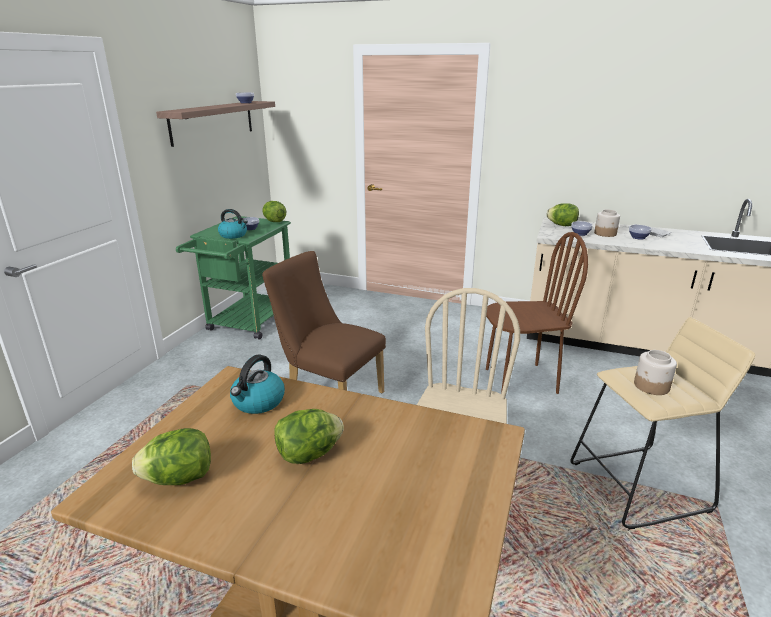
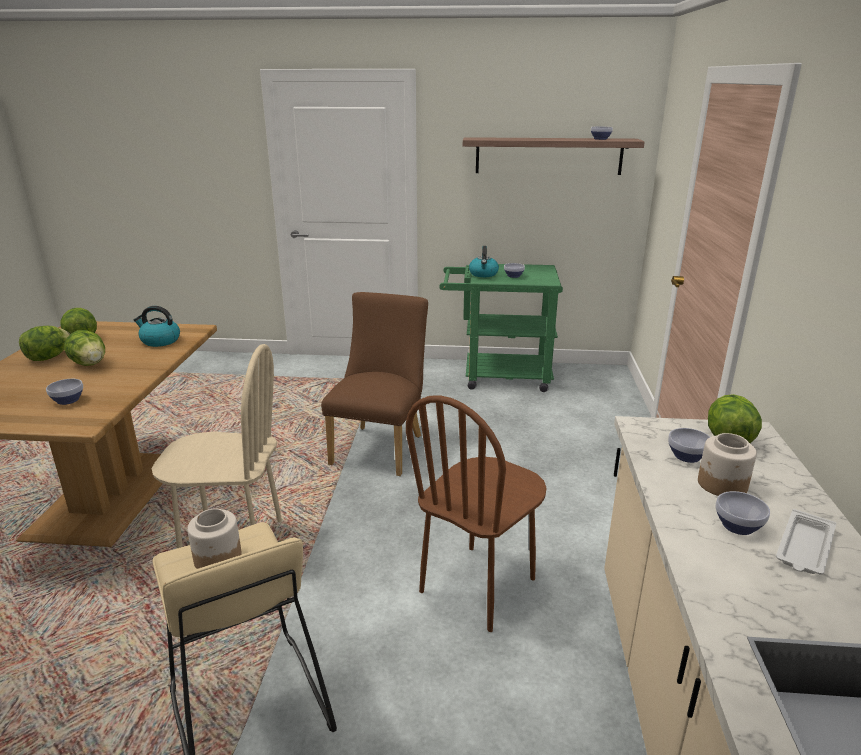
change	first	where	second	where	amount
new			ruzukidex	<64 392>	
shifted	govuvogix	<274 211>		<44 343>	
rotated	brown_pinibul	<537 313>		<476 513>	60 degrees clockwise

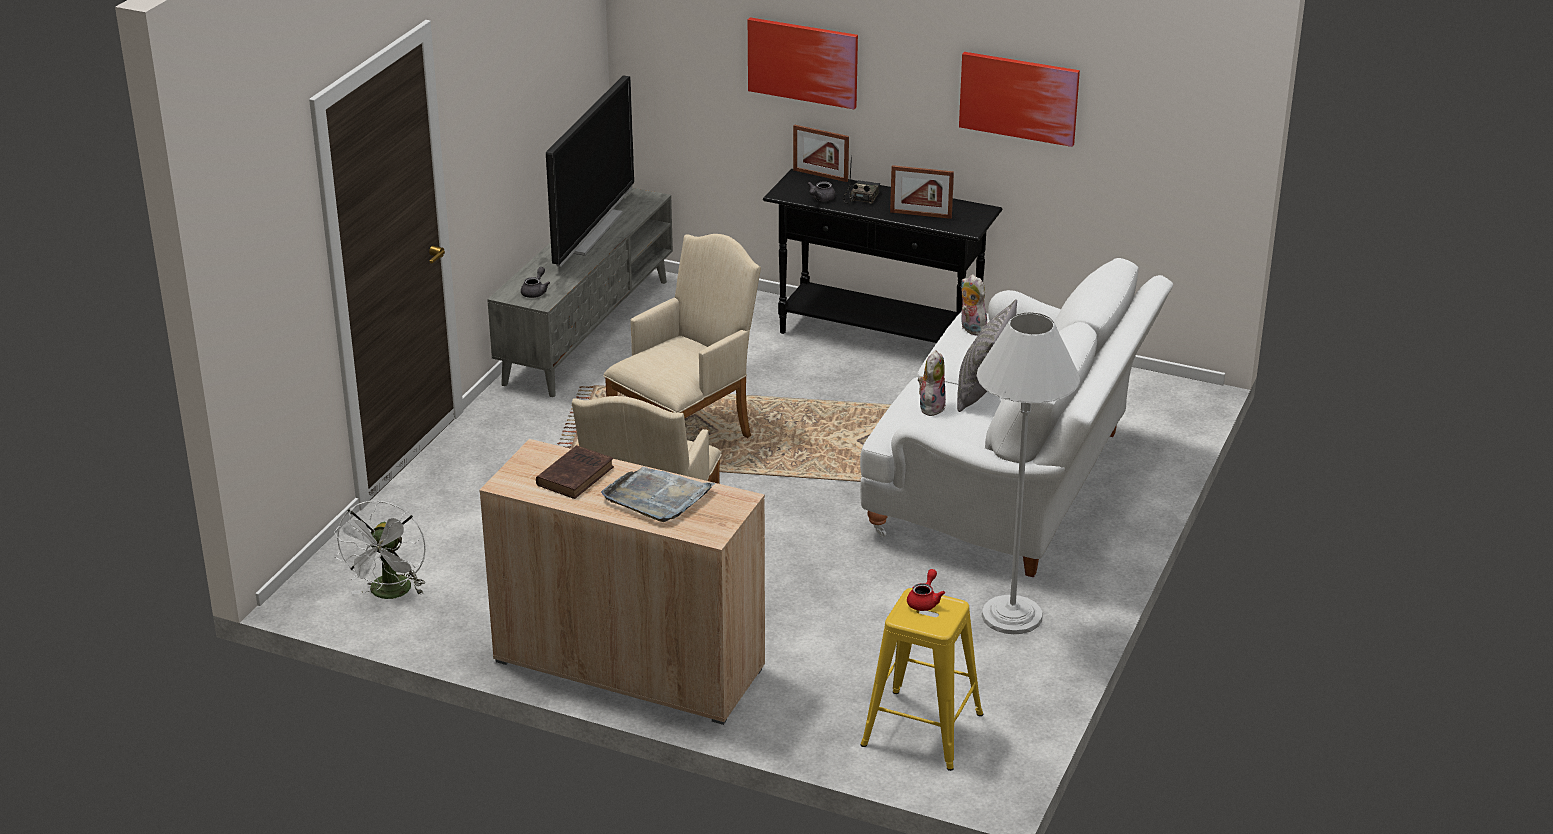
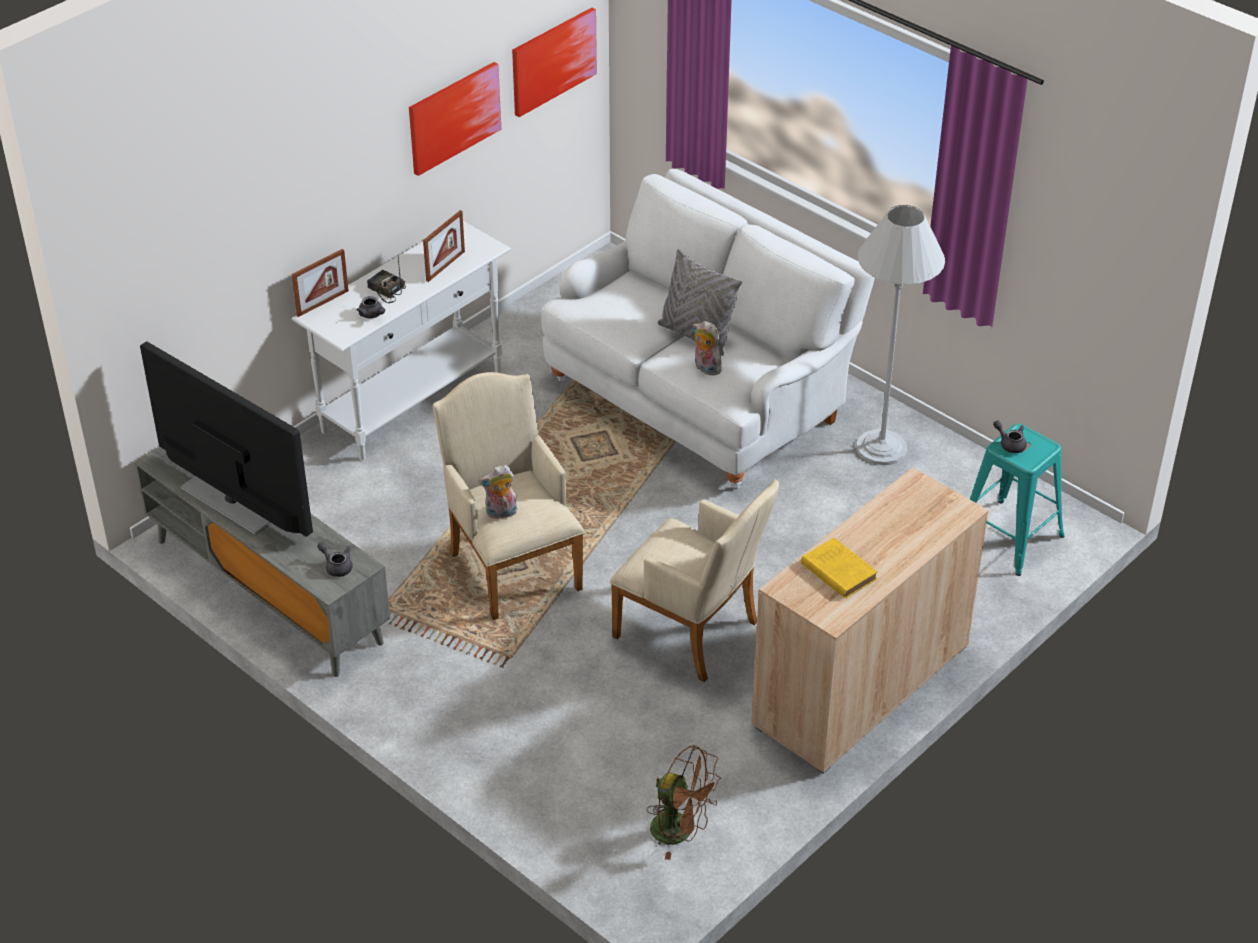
change	first	where	second	where	amount
gone	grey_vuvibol	<658 494>			
shifted	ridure	<803 63>		<554 62>	
shifted	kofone	<974 305>		<498 492>	
repainted	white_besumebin	<380 549>	brown_besumebin	<683 802>	
repainted	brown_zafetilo	<575 472>	yellow_zafetilo	<839 568>	
repainted	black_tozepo	<882 256>	white_tozepo	<401 340>	
repainted	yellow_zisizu	<921 679>	turquoise_zisizu	<1017 500>	
repainted	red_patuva	<926 590>	grey_patuva	<1010 436>	

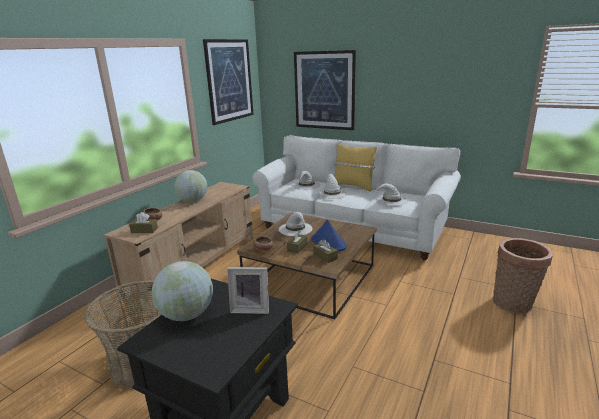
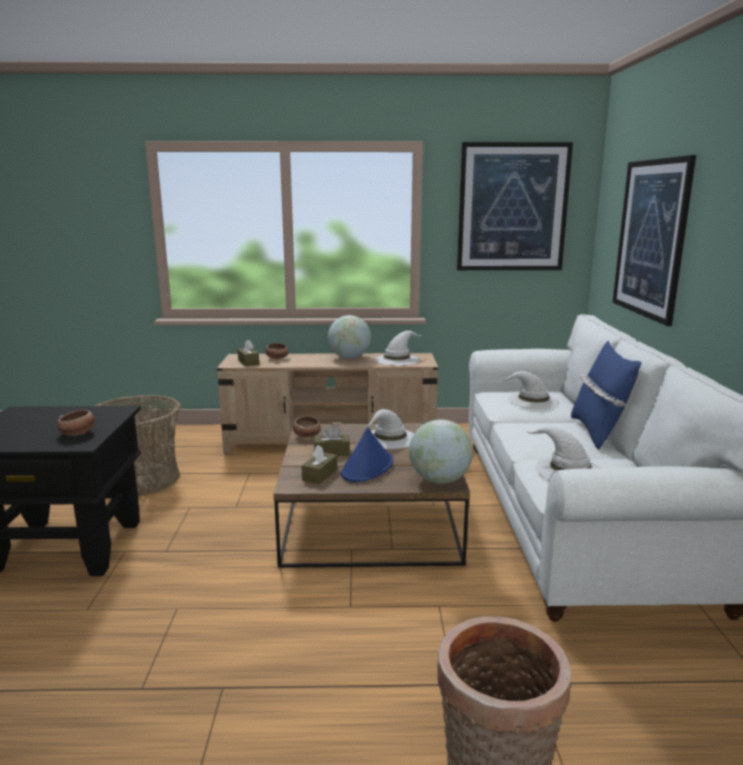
change	first	where	second	where	amount
shifted	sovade	<182 291>		<441 451>	
shifted	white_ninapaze	<332 186>		<397 348>	
swapped	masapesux	<248 290>	ruzukidex	<76 423>	
repainted	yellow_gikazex	<355 167>	blue_gikazex	<606 395>	

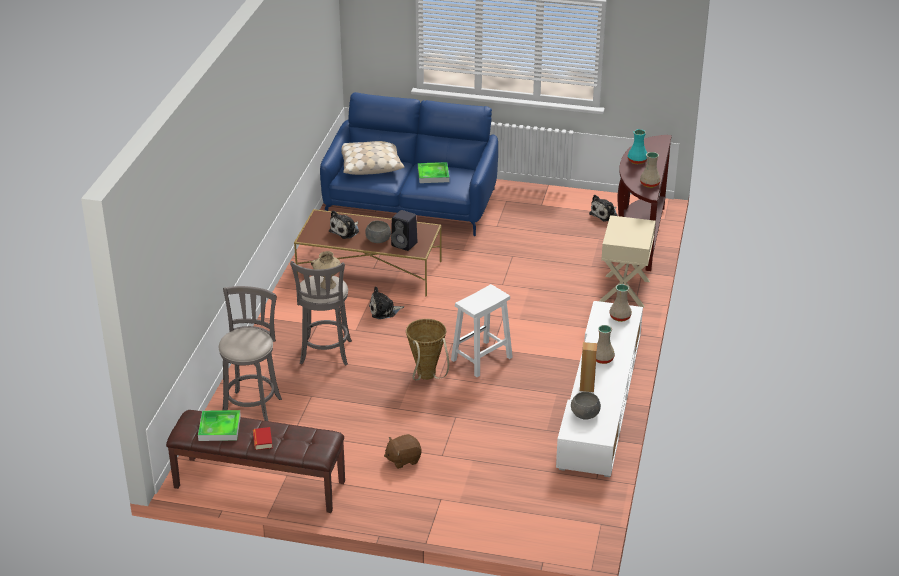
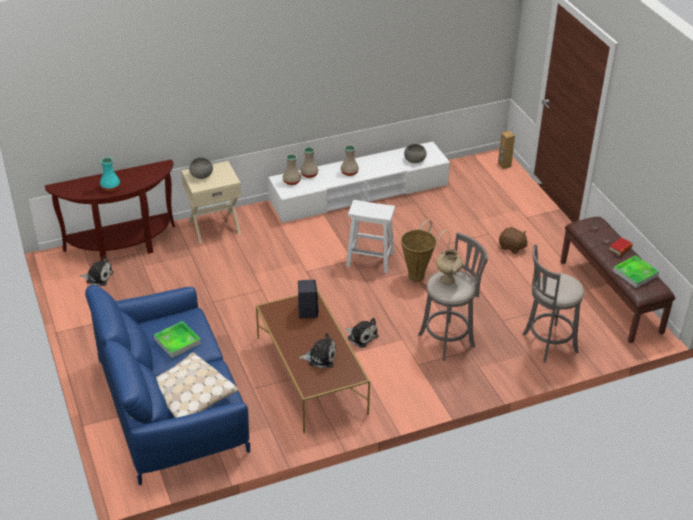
change	first	where	second	where	amount
shifted	grey_ruzukidex	<378 232>		<201 168>	
shifted	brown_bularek	<588 367>		<506 150>	
shifted	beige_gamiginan	<650 170>		<309 162>	

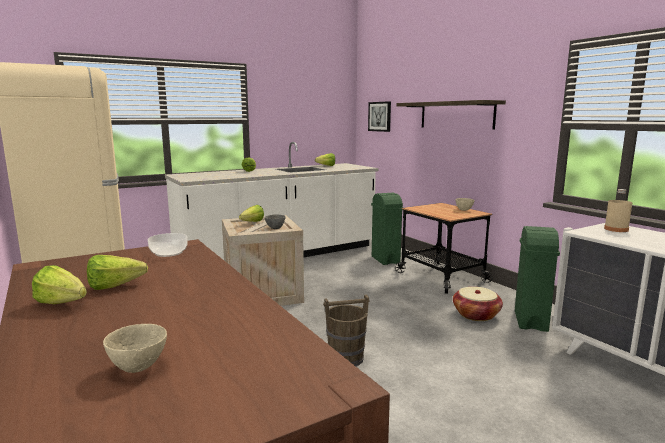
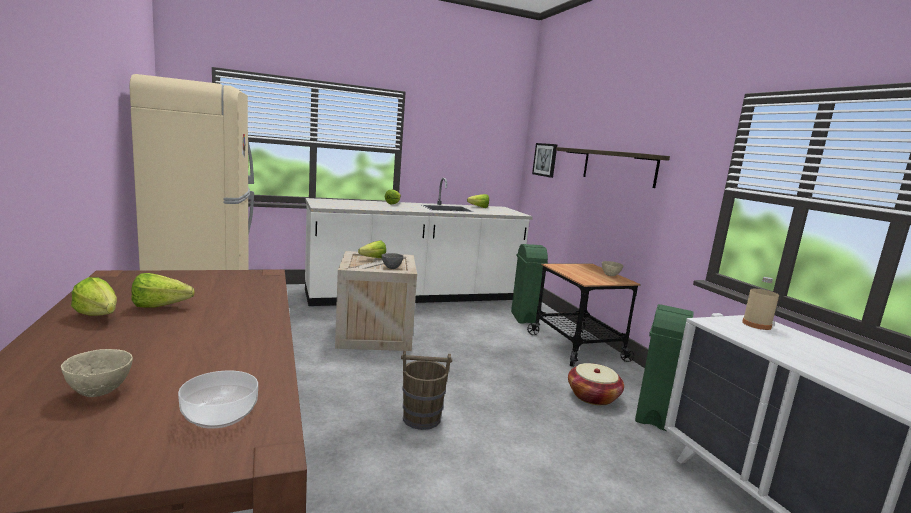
change	first	where	second	where	amount
shifted	ruzukidex	<168 245>		<218 399>	

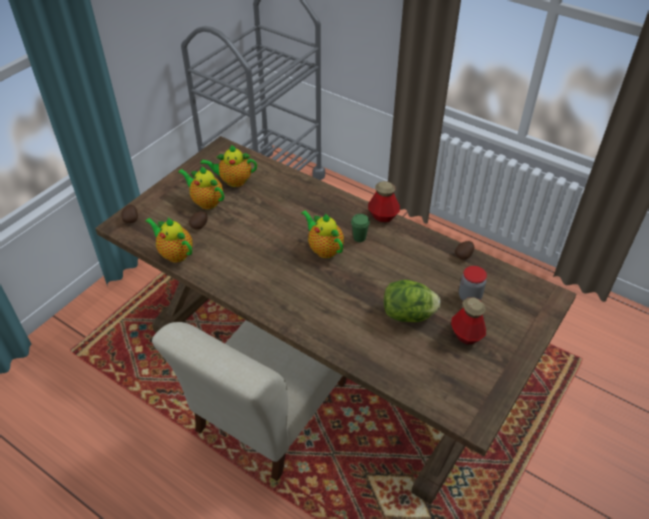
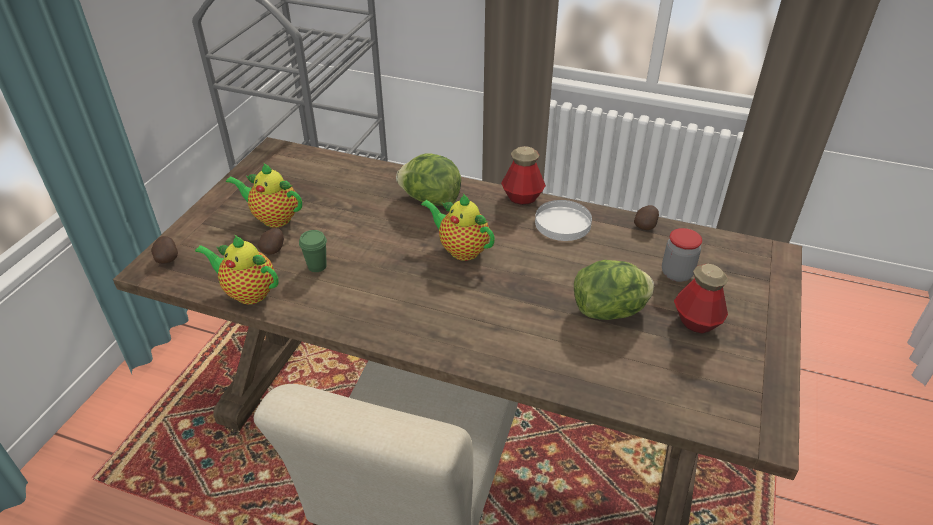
change	first	where	second	where	amount
gone	patuva	<229 166>			
new			govuvogix	<428 179>	
new			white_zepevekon	<563 220>	
shifted	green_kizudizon	<360 228>		<313 251>	

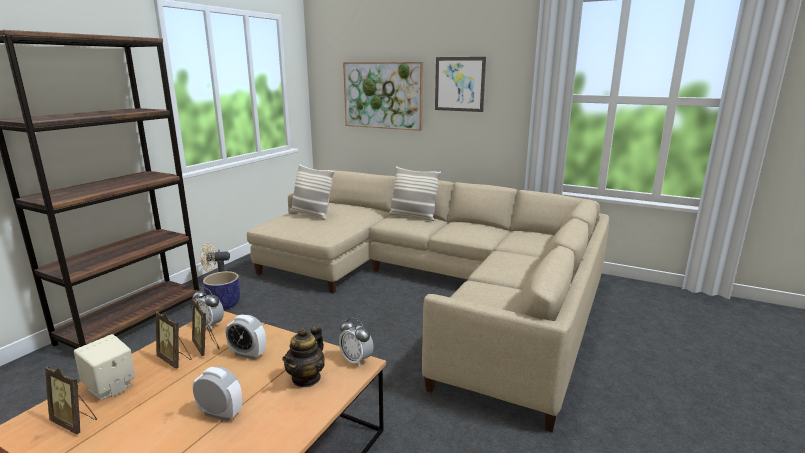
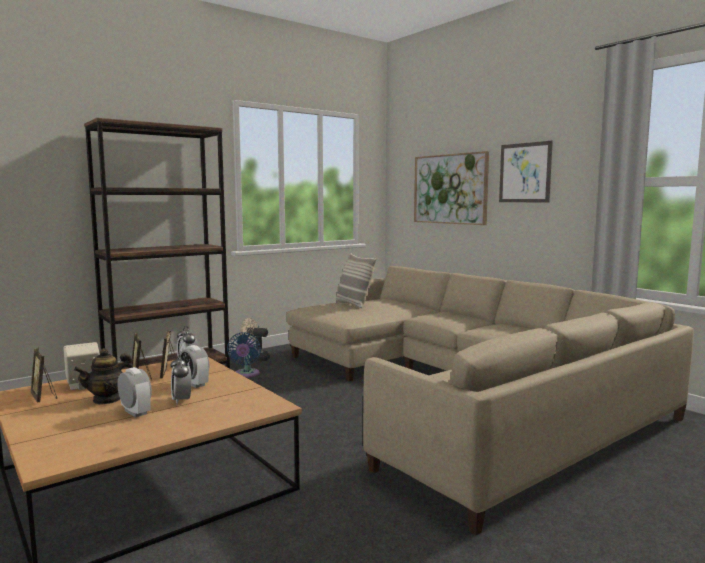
change	first	where	second	where	amount
gone	gikazex	<414 193>			
shifted	patuva	<303 356>		<103 376>	
shifted	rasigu	<356 342>		<181 380>	
swapped	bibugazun	<222 290>	blue_besumebin	<244 355>	

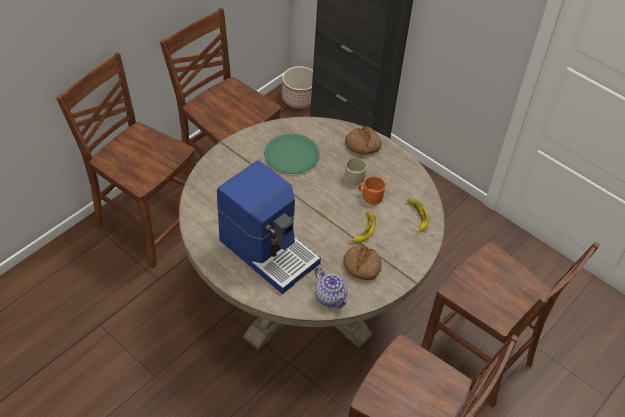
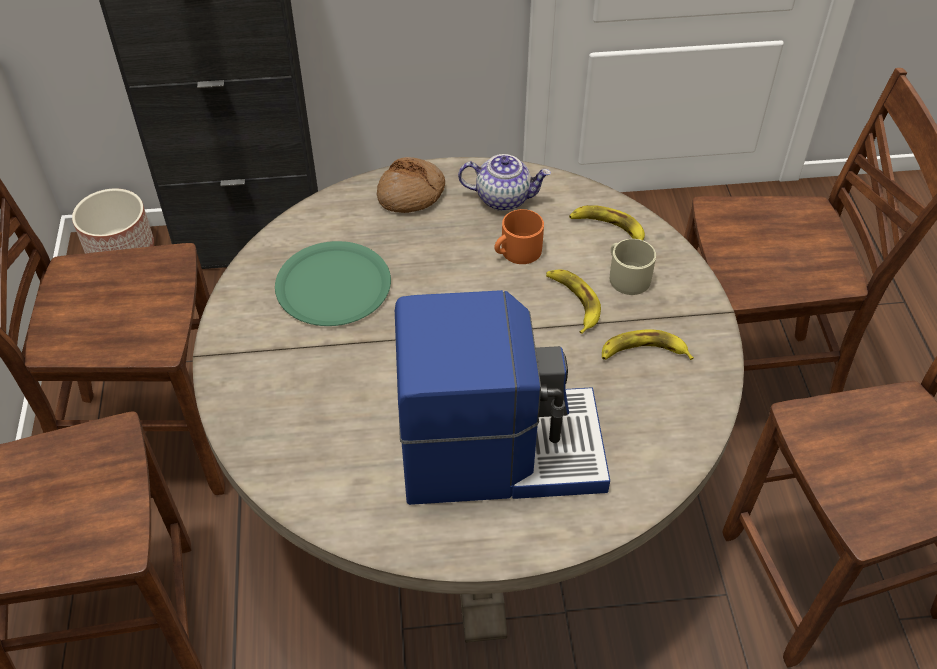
change	first	where	second	where	amount
shifted	patuva	<332 287>		<504 182>	
shifted	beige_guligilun	<356 172>		<633 267>	
swapped	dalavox	<363 262>	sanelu	<648 344>	

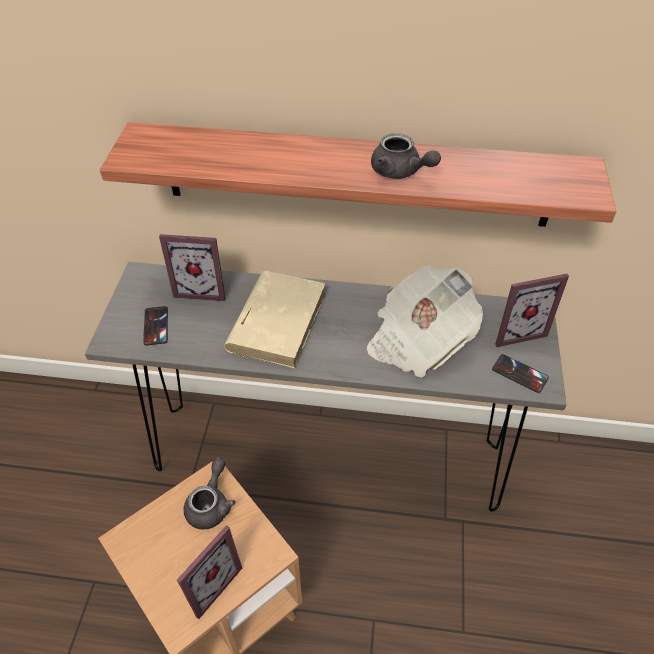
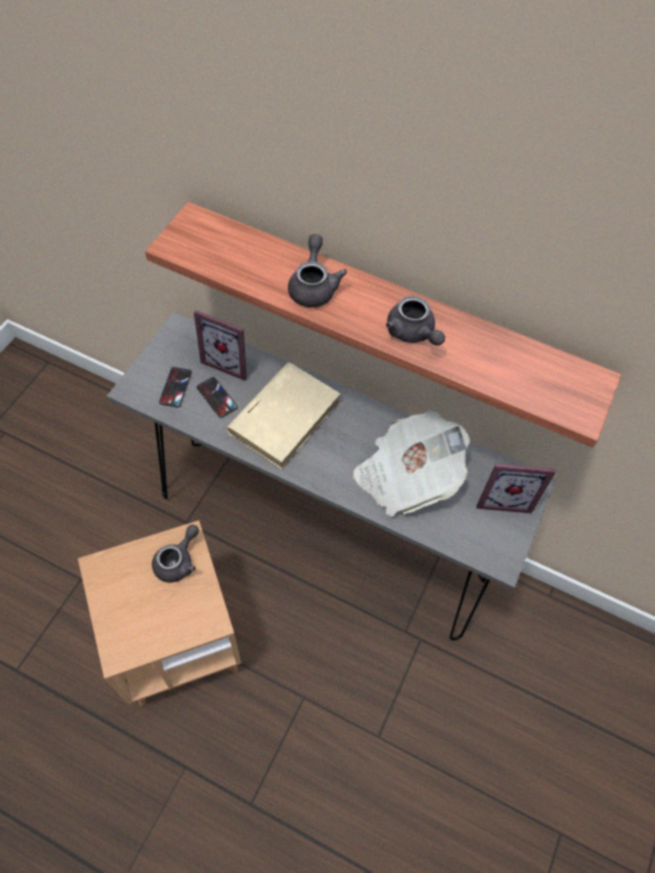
change	first	where	second	where	amount
gone	masapesux	<209 572>			
new			grey_patuva	<317 271>	
shifted	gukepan	<520 373>		<217 397>	

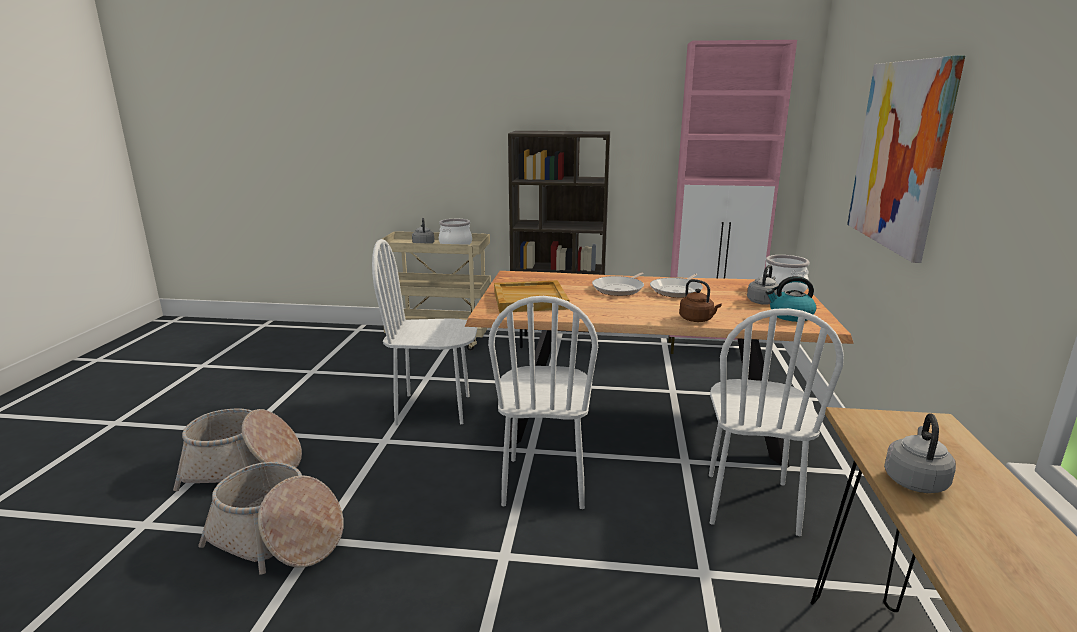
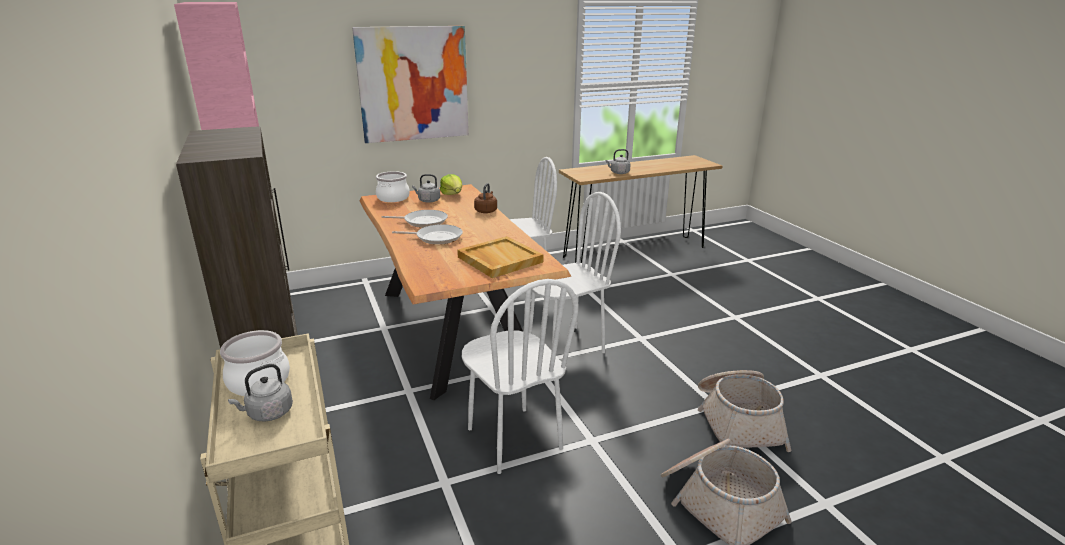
change	first	where	second	where	amount
swapped	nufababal	<791 299>	govuvogix	<451 184>	

